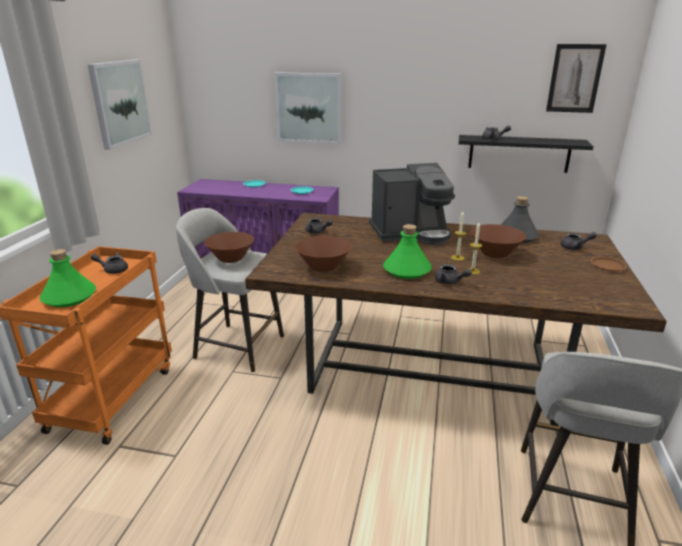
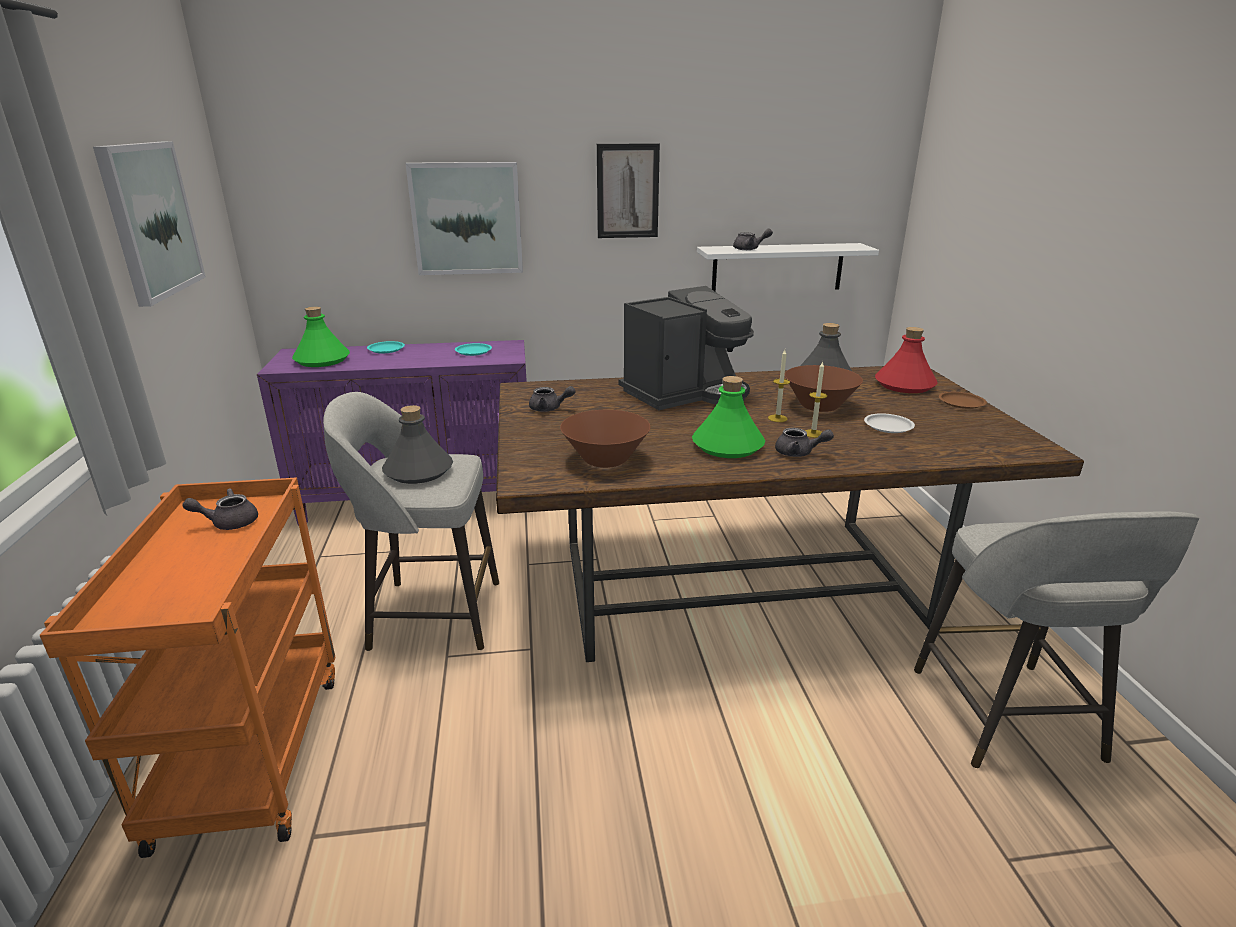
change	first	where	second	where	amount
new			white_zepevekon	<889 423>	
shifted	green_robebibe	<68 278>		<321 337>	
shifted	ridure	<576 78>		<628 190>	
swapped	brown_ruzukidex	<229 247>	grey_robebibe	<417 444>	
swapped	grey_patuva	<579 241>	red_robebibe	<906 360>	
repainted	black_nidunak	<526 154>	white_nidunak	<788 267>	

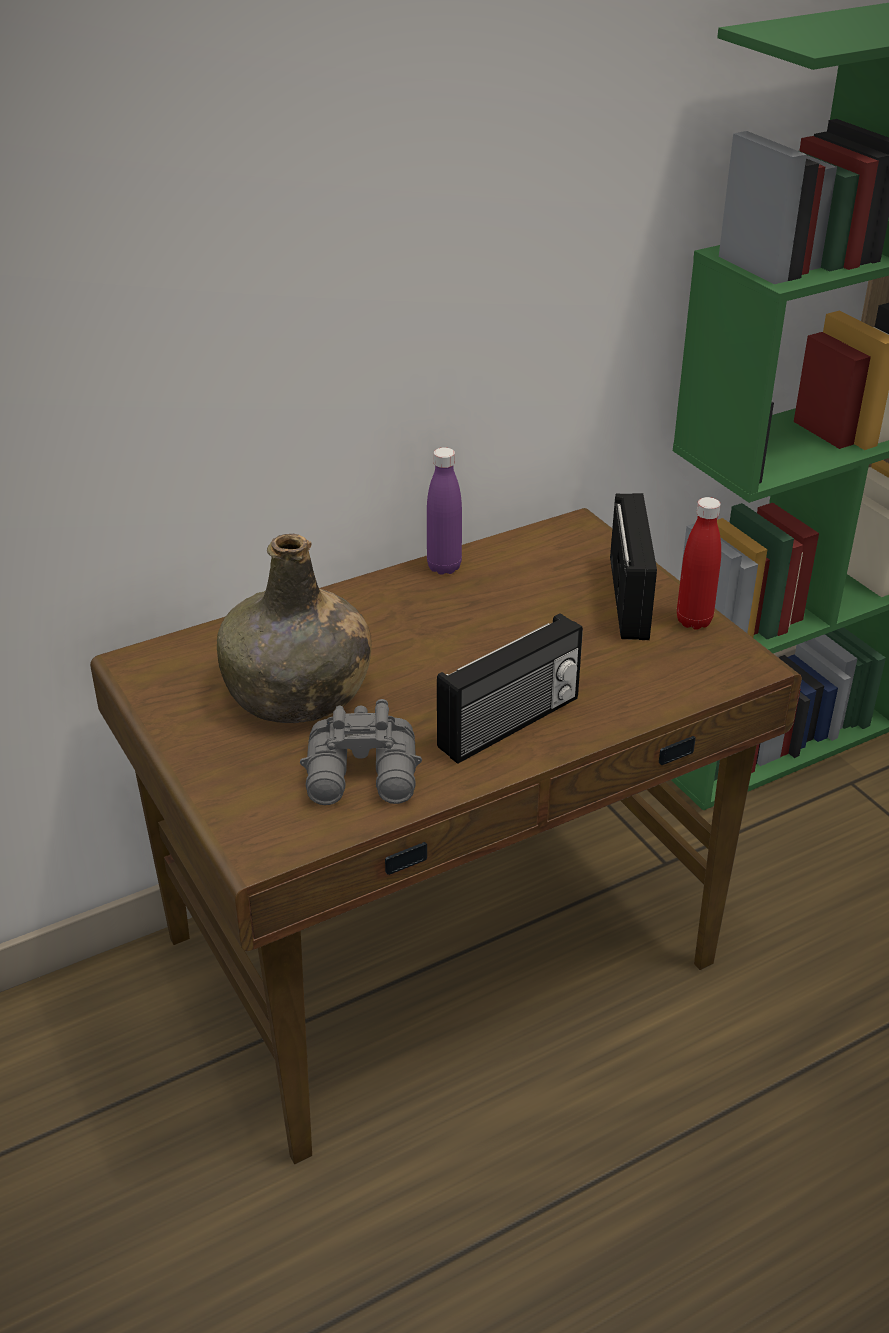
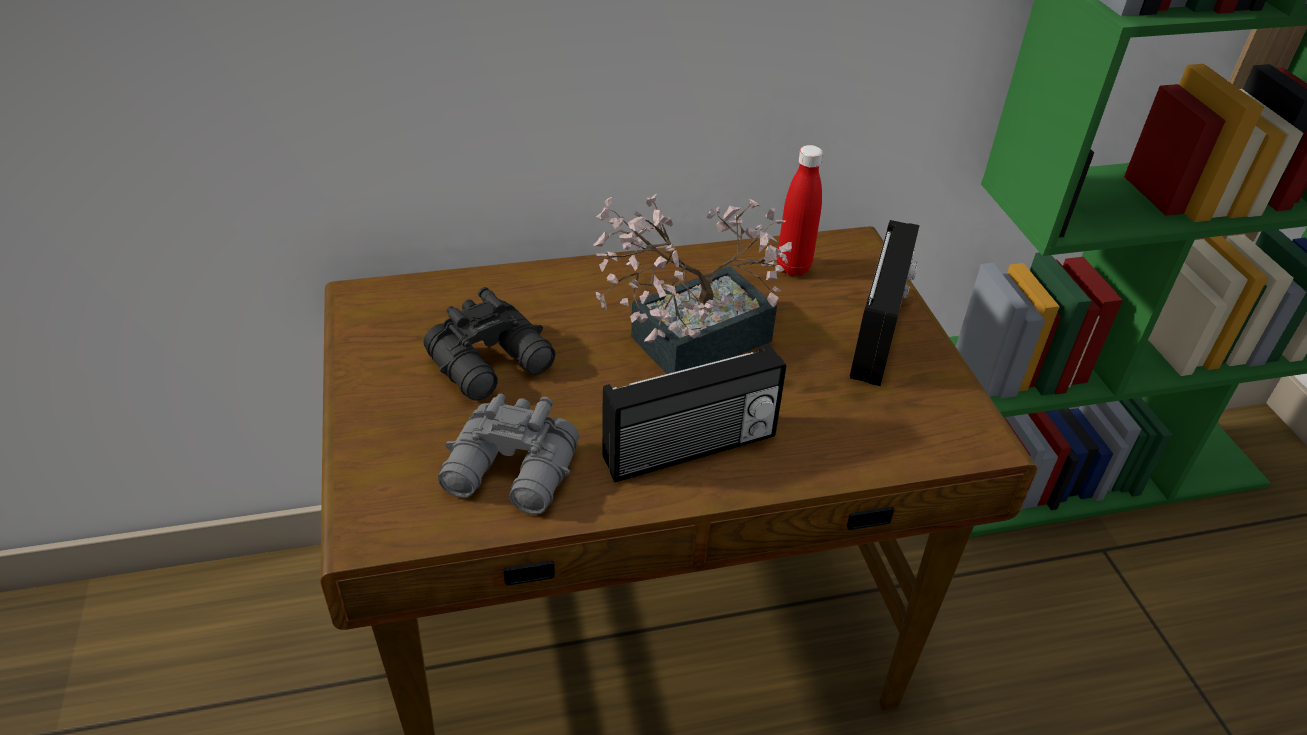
change	first	where	second	where	amount
gone	purple_robebibe	<444 511>			
new			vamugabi	<693 284>	
shifted	red_robebibe	<699 563>		<800 210>	
swapped	green_robebibe	<294 628>	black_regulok	<489 344>	

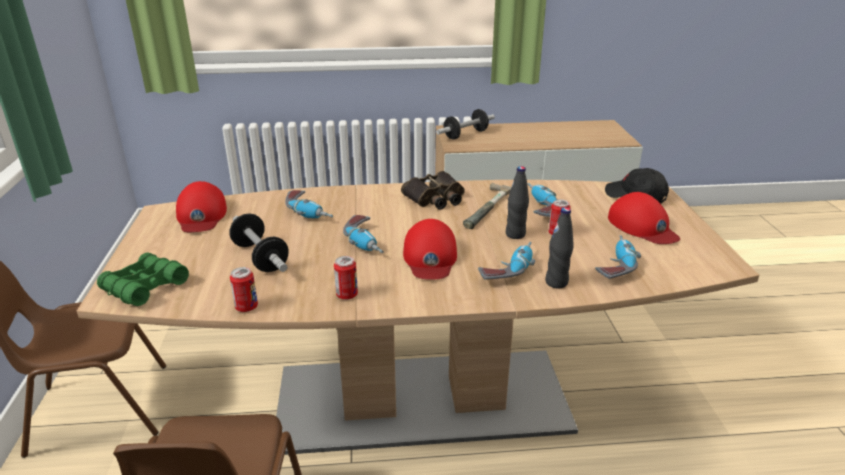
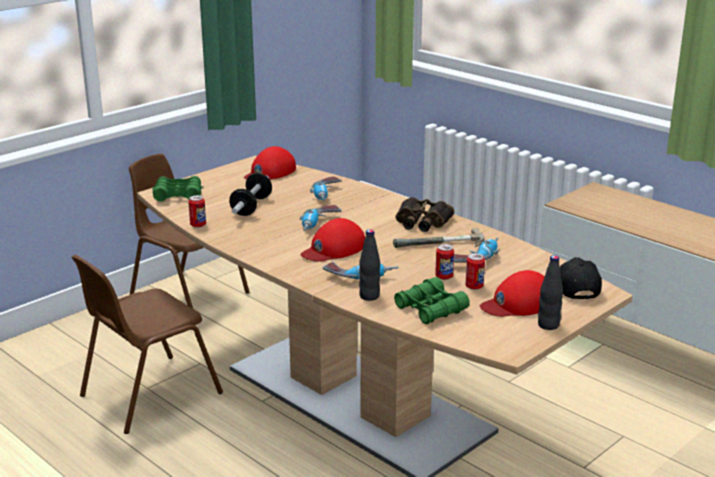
change	first	where	second	where	amount
gone	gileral	<465 124>			
shifted	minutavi	<346 278>		<475 271>	
shifted	black_robebibe	<517 202>		<550 292>	
swapped	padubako	<618 257>	green_regulok	<432 300>	
rotated	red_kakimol	<644 218>		<512 293>	45 degrees clockwise

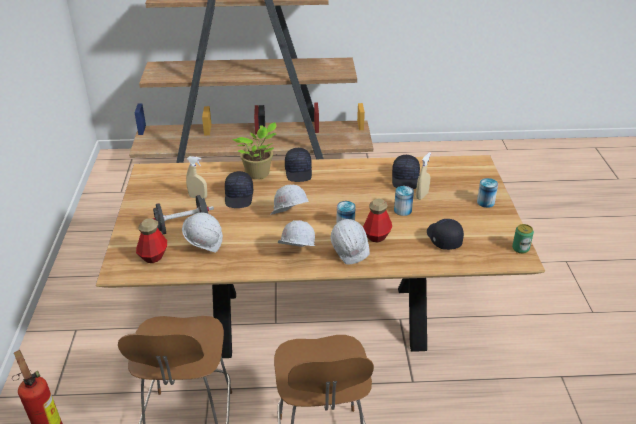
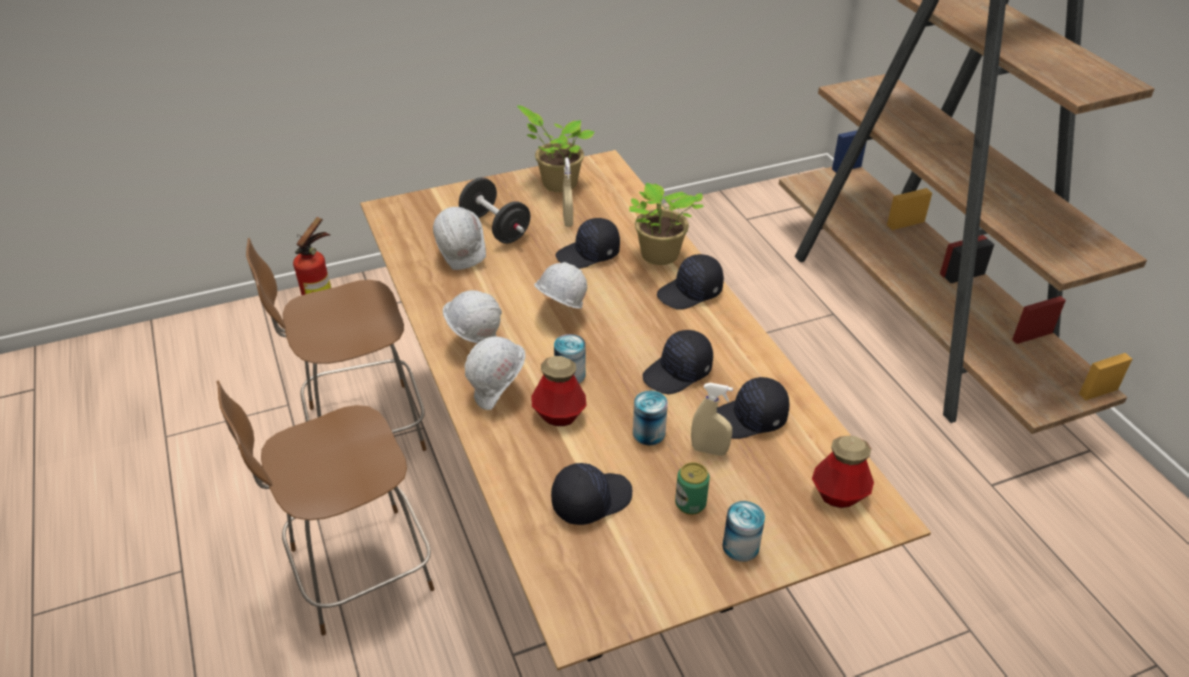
change	first	where	second	where	amount
new			vamugabi	<556 148>	
new			black_kakimol	<678 362>	
shifted	robebibe	<151 240>		<843 471>	
shifted	minutavi	<523 239>		<692 488>	

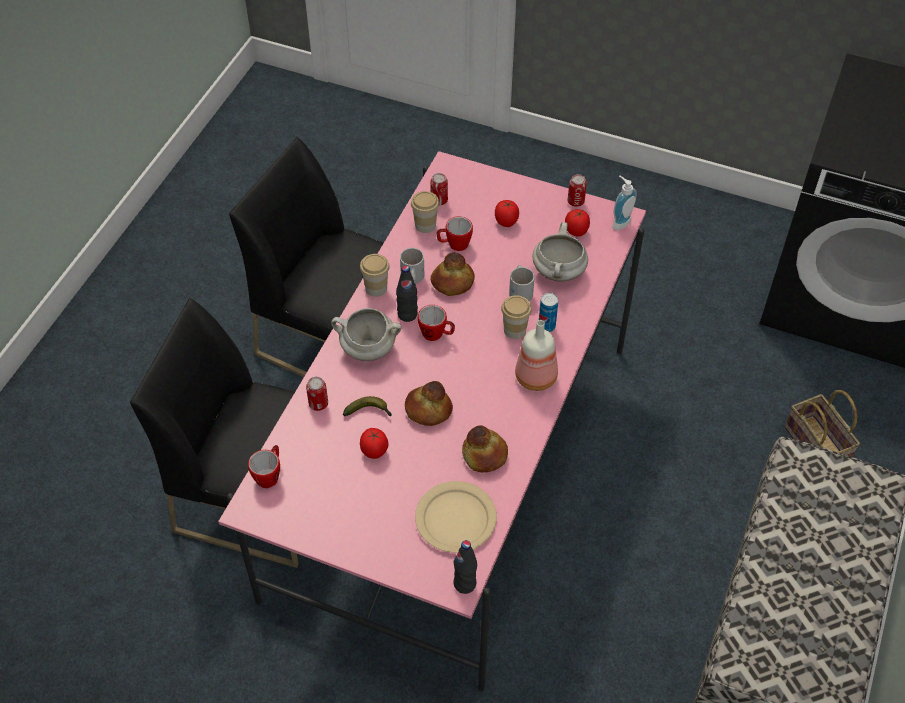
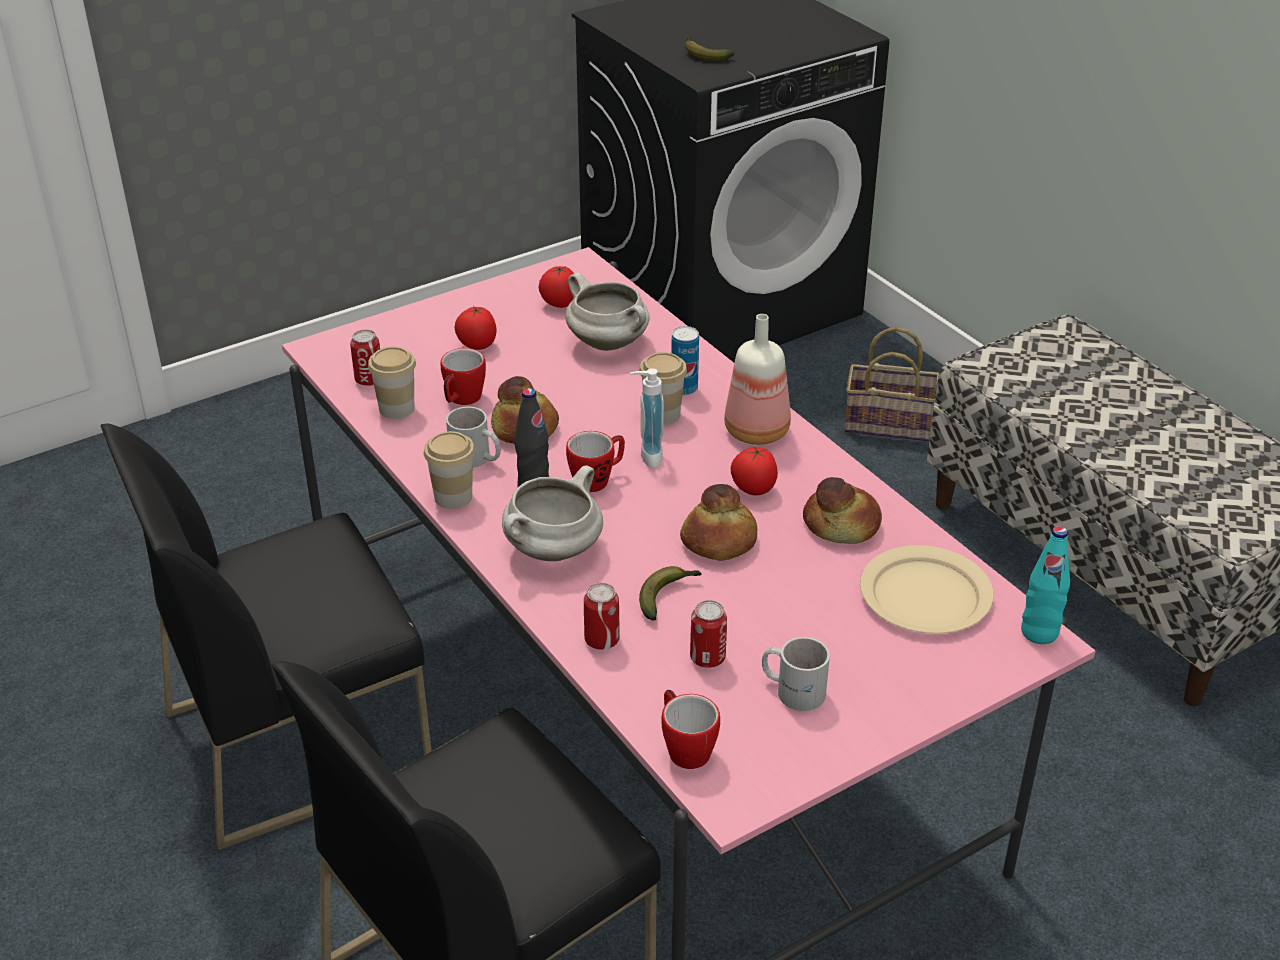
change	first	where	second	where	amount
new			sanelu	<709 49>	
shifted	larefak	<374 443>		<754 470>	
shifted	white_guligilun	<522 283>		<796 674>	
shifted	minutavi	<577 190>		<708 634>	
shifted	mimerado	<624 202>		<647 418>	
repainted	black_robebibe	<465 567>	turquoise_robebibe	<1045 585>	

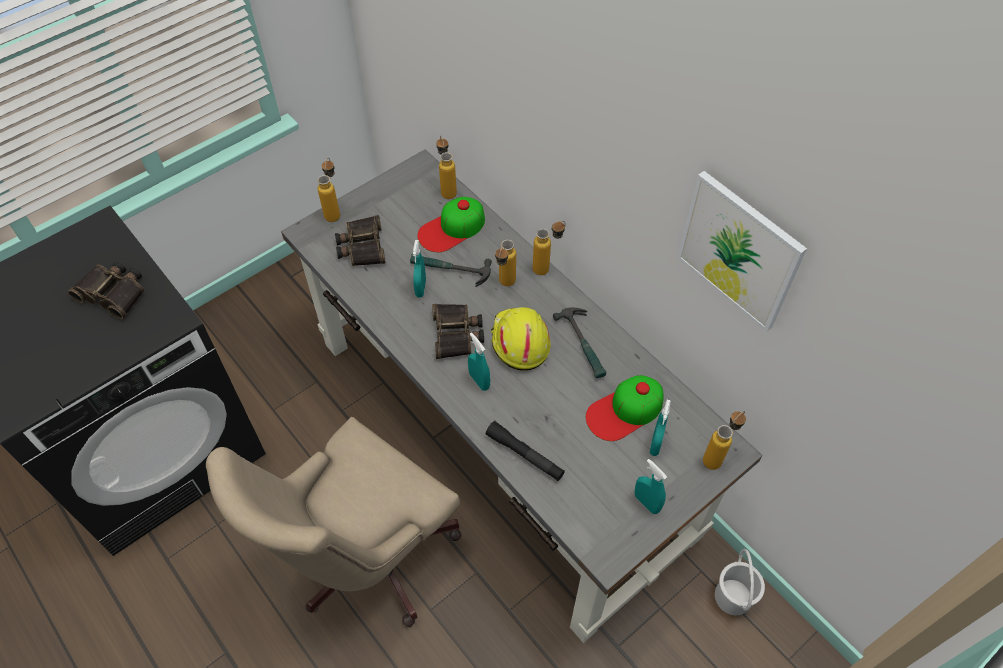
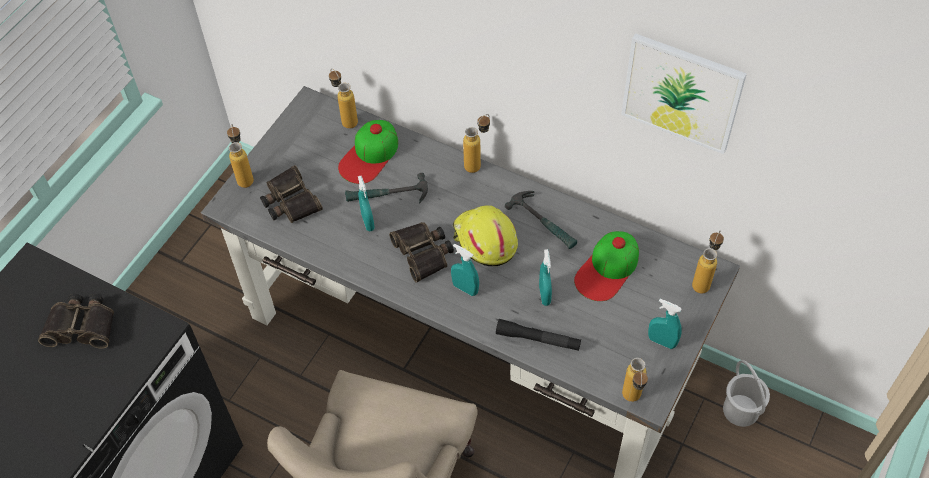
change	first	where	second	where	amount
shifted	robebibe	<505 263>		<635 380>	
shifted	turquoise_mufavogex	<660 428>		<545 277>	

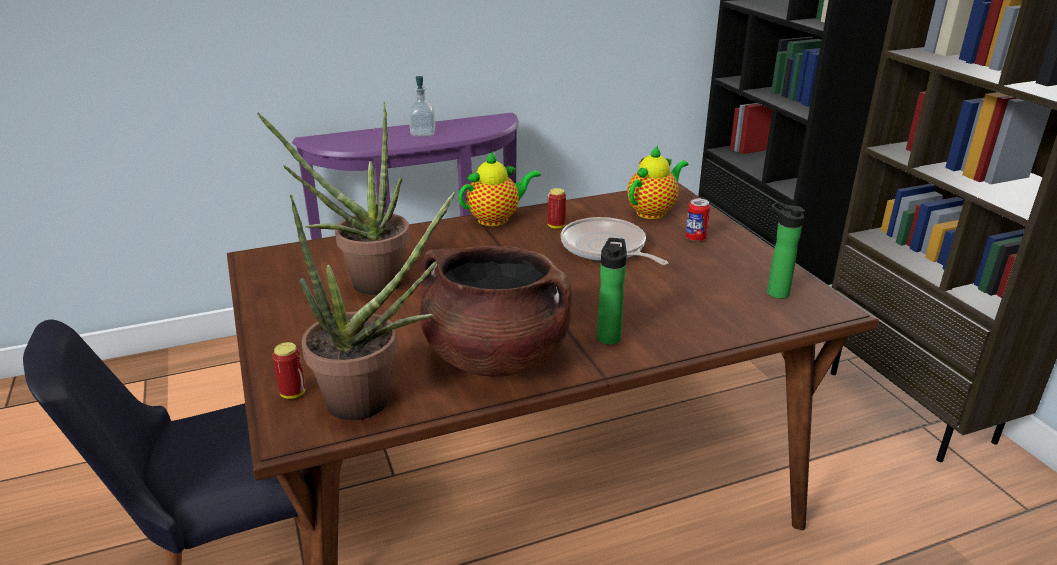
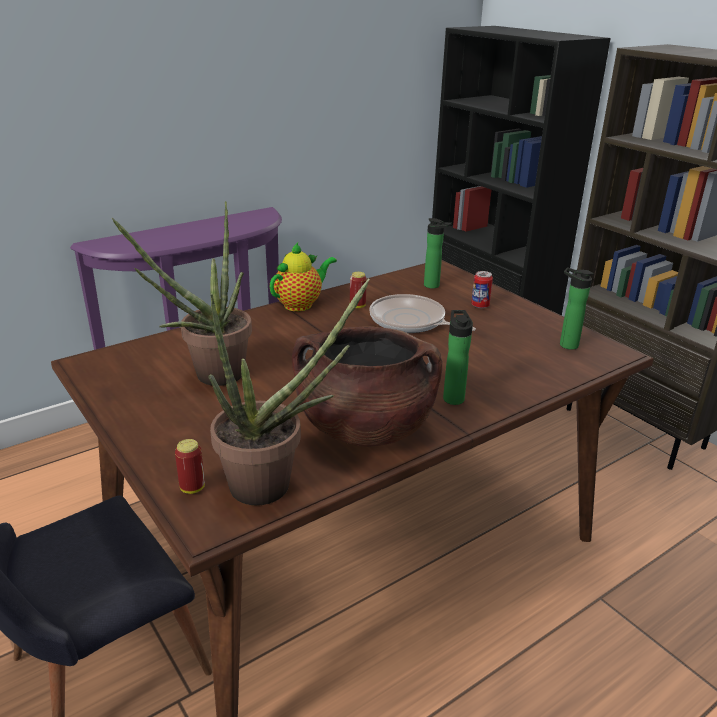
change	first	where	second	where	amount
gone	mimerado	<422 106>			
swapped	patuva	<658 182>	robebibe	<438 253>	

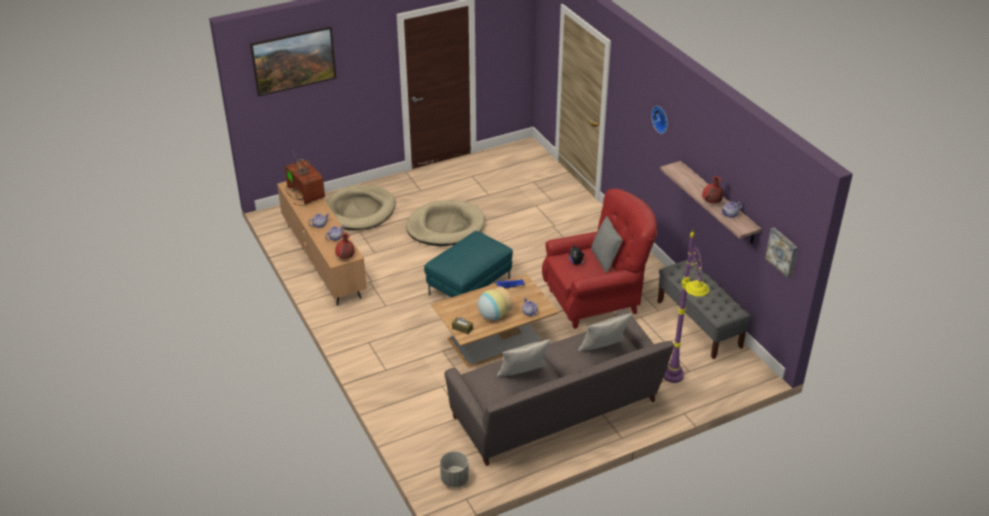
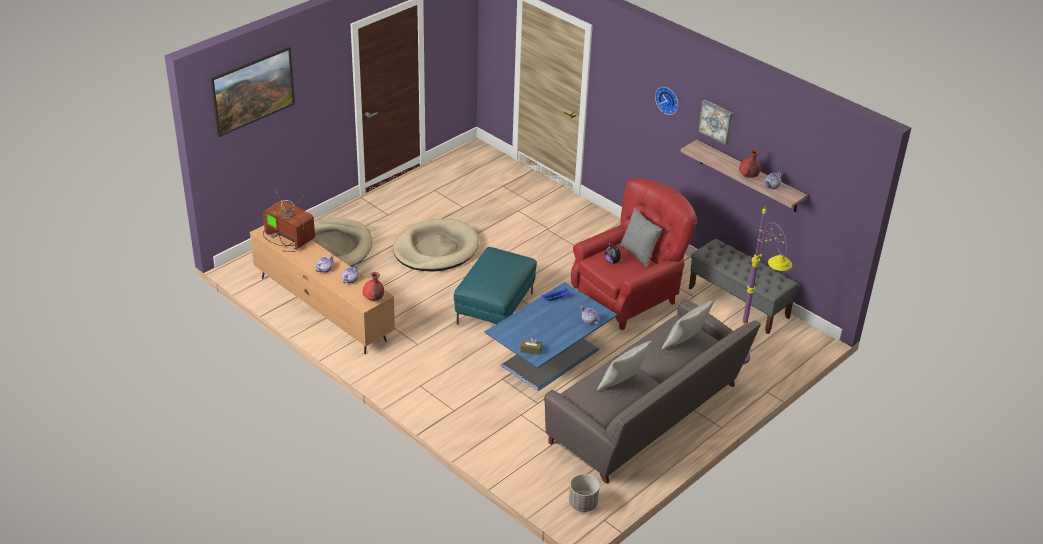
change	first	where	second	where	amount
gone	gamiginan	<495 303>			
shifted	ridure	<781 253>		<715 122>	
repainted	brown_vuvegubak	<495 321>	blue_vuvegubak	<551 336>	

